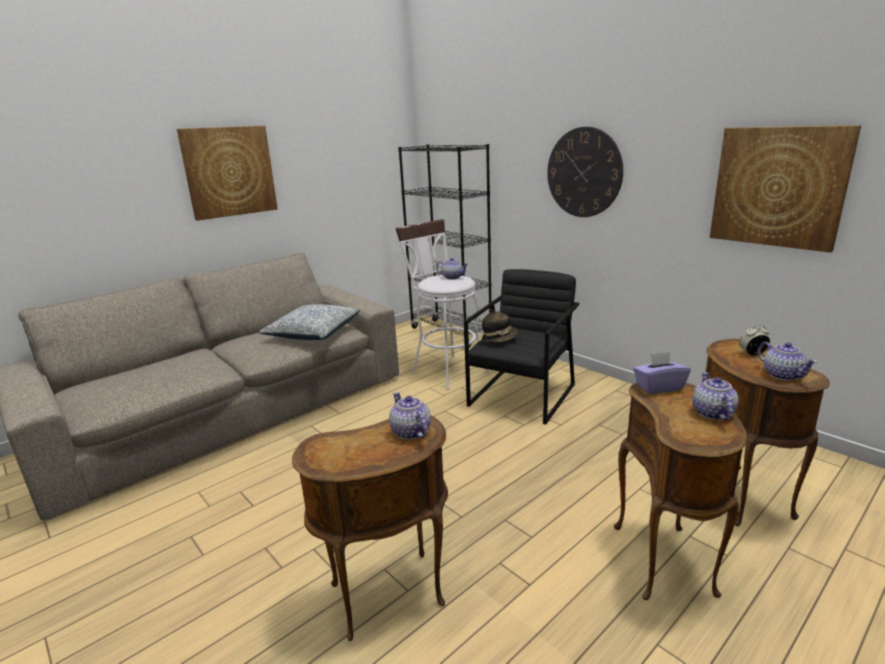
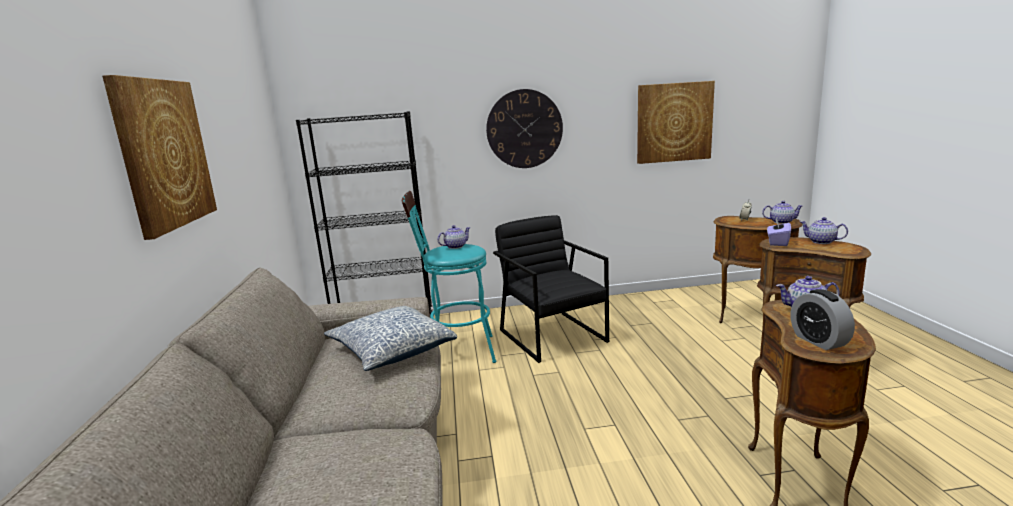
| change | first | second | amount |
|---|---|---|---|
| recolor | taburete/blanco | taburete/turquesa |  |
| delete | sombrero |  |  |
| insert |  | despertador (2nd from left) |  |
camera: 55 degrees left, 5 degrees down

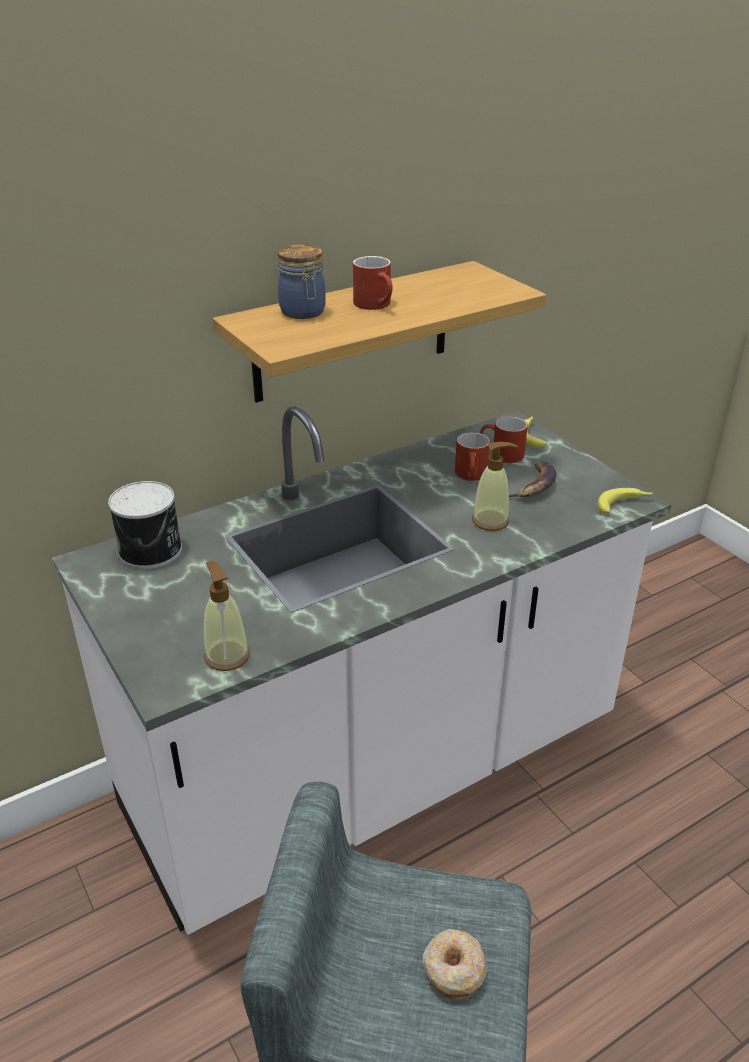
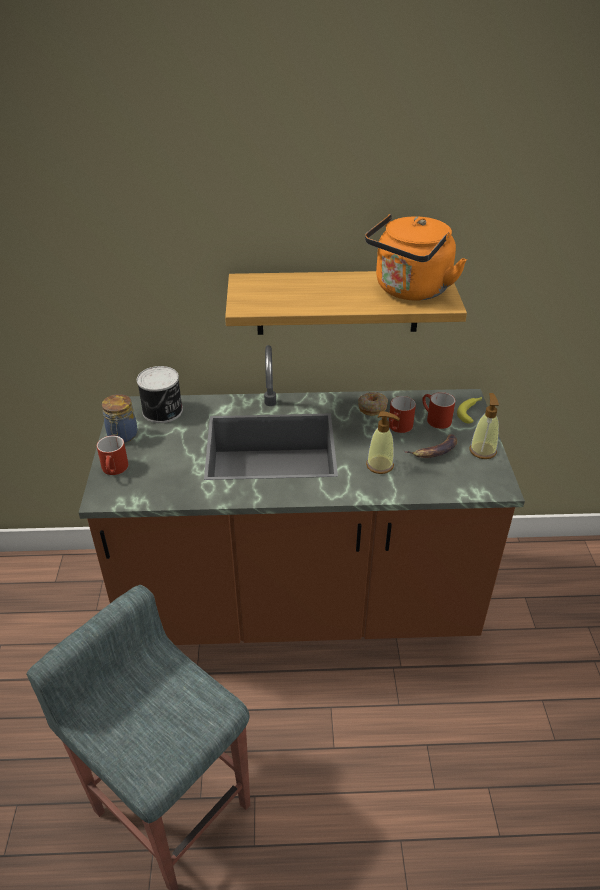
| change | first | second | amount |
|---|---|---|---|
| recolor | mueble bajo de cocina/blanco | mueble bajo de cocina/marrón |  |
| move | dispensador de jabón (1st from left in the first image) | dispensador de jabón (2nd from left) |  |
| move | tarro |  |  |
| move | taza grande/rojo (1st from left) |  |  |
| move | rosquilla |  |  |
| delete | plátano (3rd from left) |  |  |
| insert |  | hervidor/naranja |  |
camera: 30 degrees right, 5 degrees up

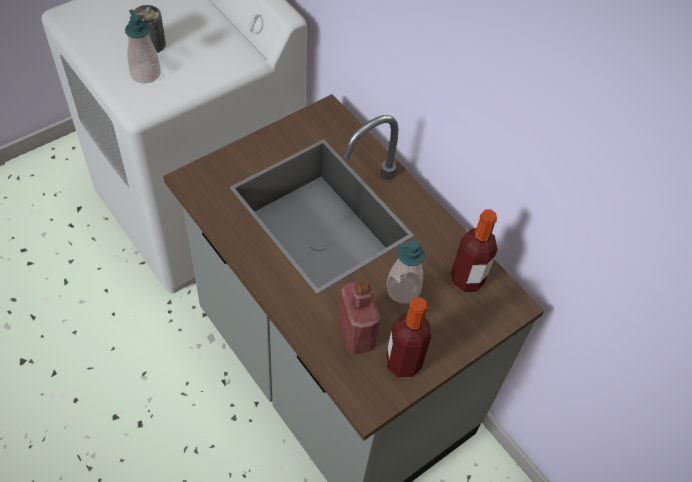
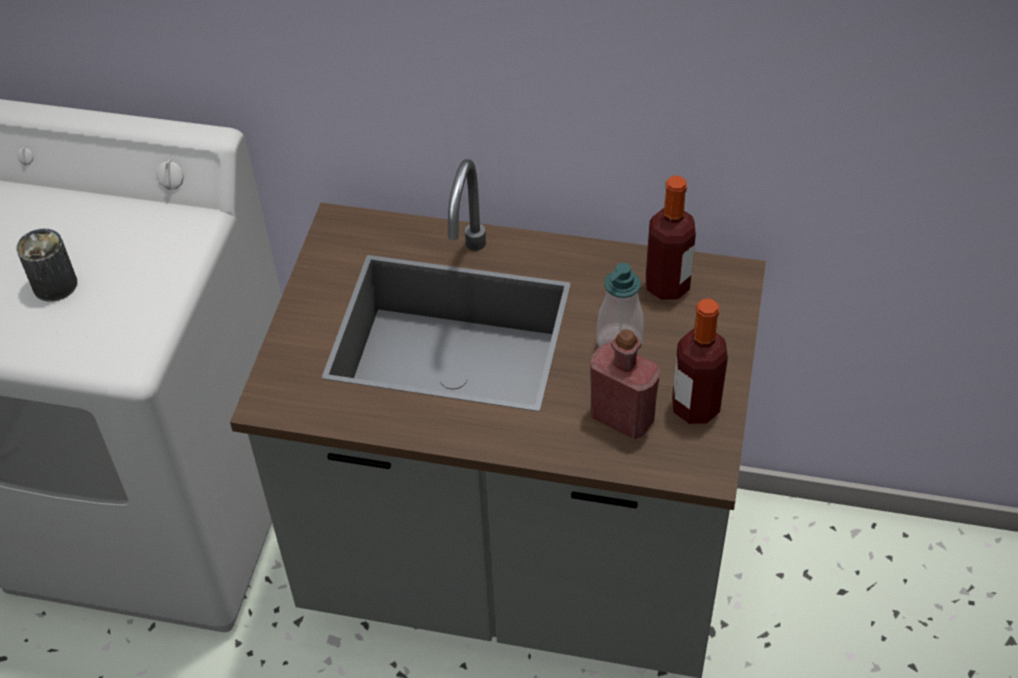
| change | first | second | amount |
|---|---|---|---|
| delete | dispensador de jabón (1st from left) |  |  |
camera: 35 degrees left, 5 degrees down

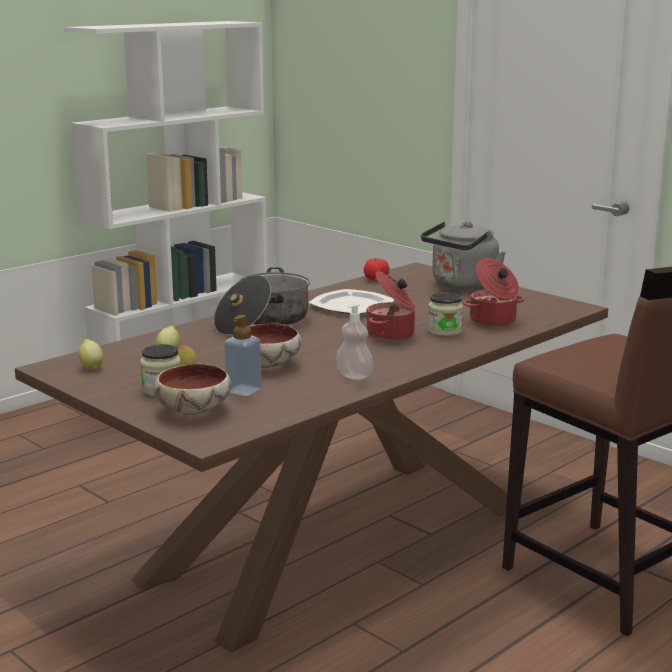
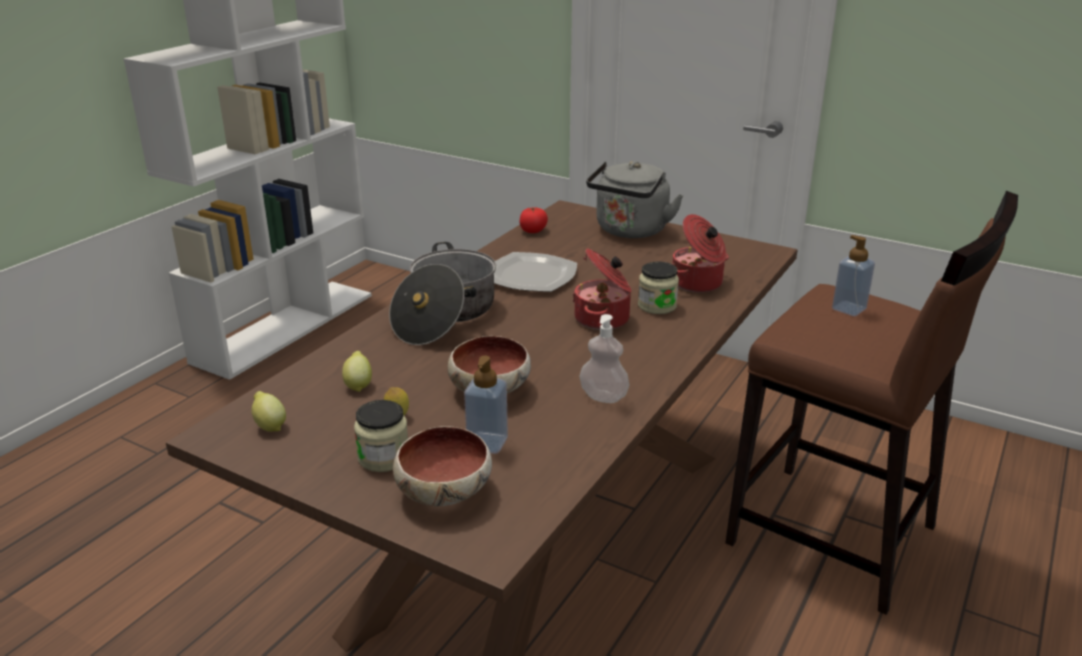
| change | first | second | amount |
|---|---|---|---|
| insert |  | dispensador de jabón (3rd from left) |  |
camera: 15 degrees left, 10 degrees up

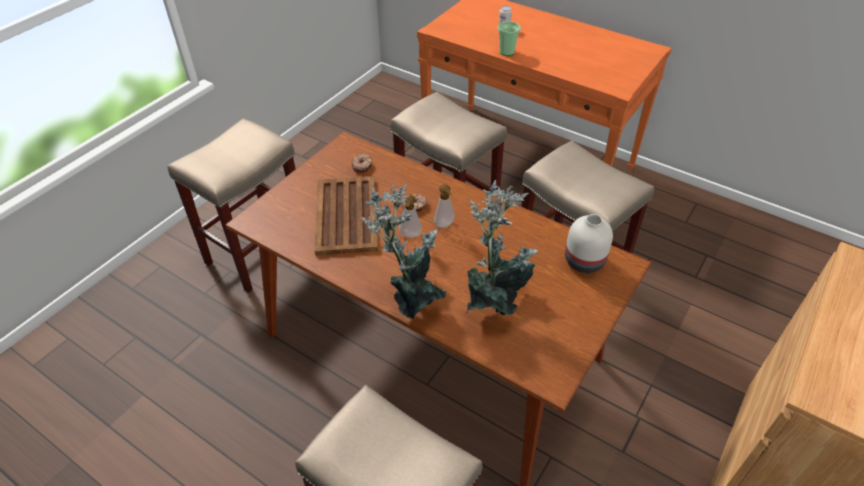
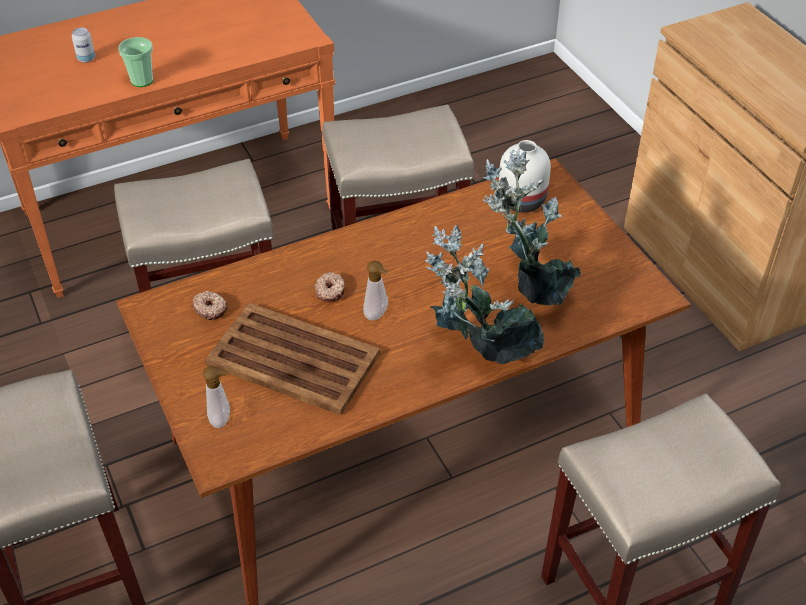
| change | first | second | amount |
|---|---|---|---|
| move | dispensador de jabón (2nd from left in the first image) | dispensador de jabón (1st from left) |  |
camera: 60 degrees left, 0 degrees up

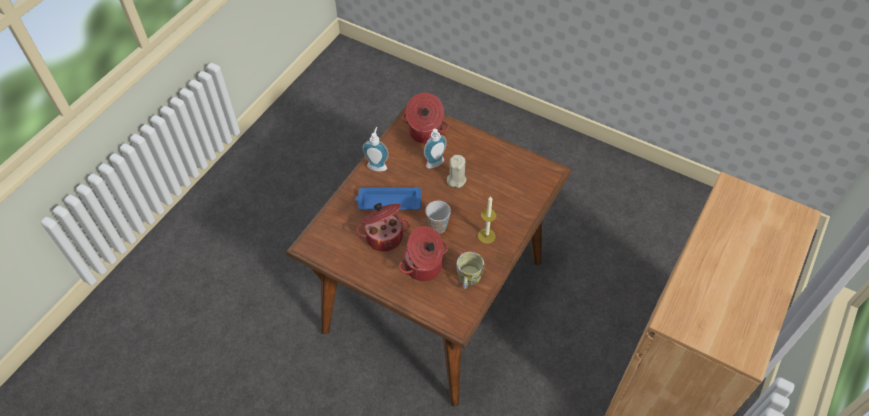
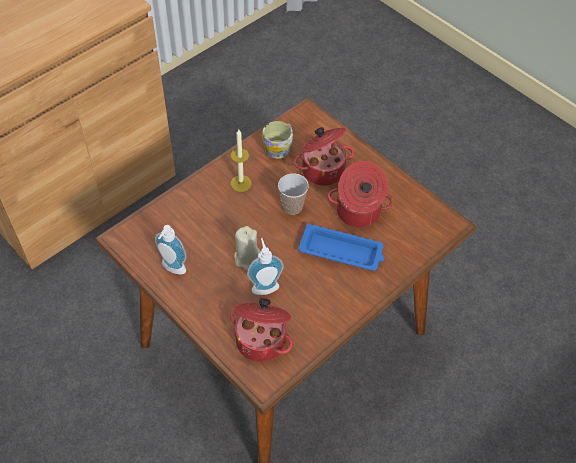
| change | first | second | amount |
|---|---|---|---|
| move | dispensador de jabón (1st from left) |  |  |
camera: 165 degrees left, 0 degrees up

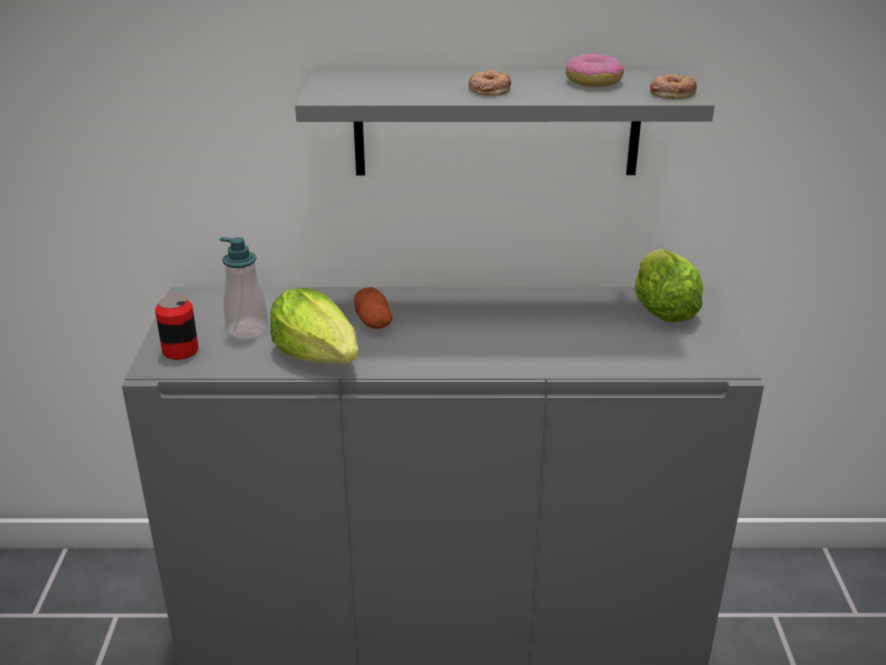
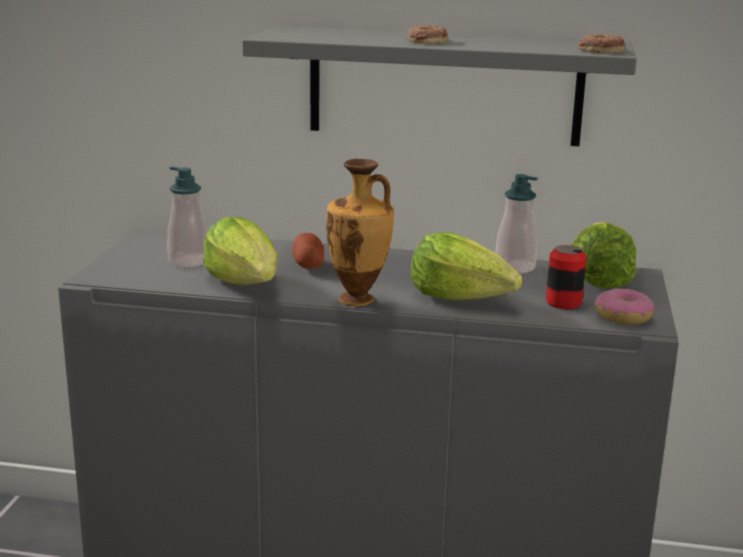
| change | first | second | amount |
|---|---|---|---|
| move | lata |  |  |
| move | rosquilla (2nd from left in the first image) | rosquilla (3rd from left) |  |
| insert |  | florero |  |
| insert |  | lechuga (2nd from left) |  |
| insert |  | dispensador de jabón (2nd from left) |  |
camera: 10 degrees right, 10 degrees down

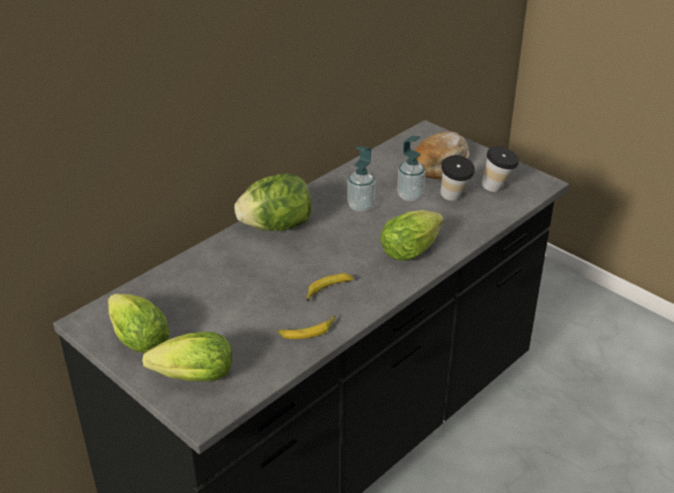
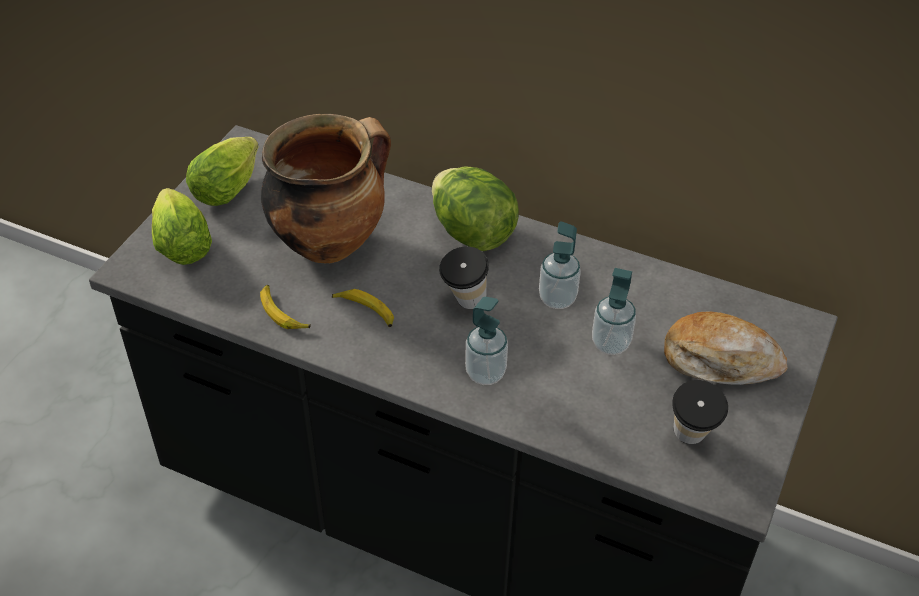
| change | first | second | amount |
|---|---|---|---|
| replace | lechuga (4th from left) | dispensador de jabón (1st from left) |  |
| move | taza (1st from left) |  |  |
| insert |  | olla |  |
camera: 70 degrees right, 10 degrees up

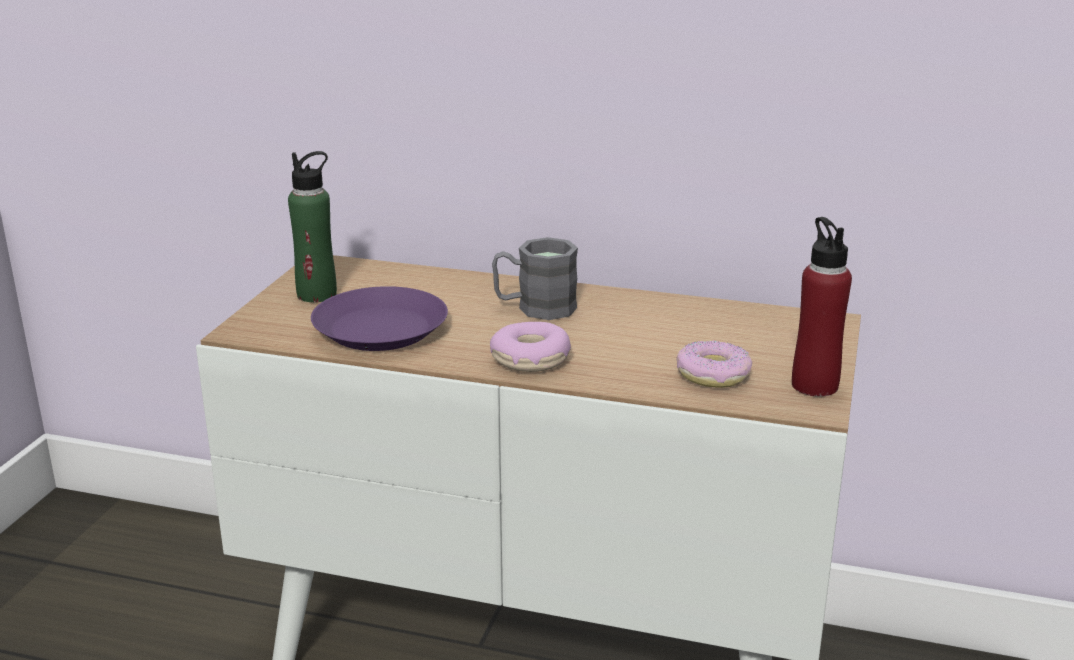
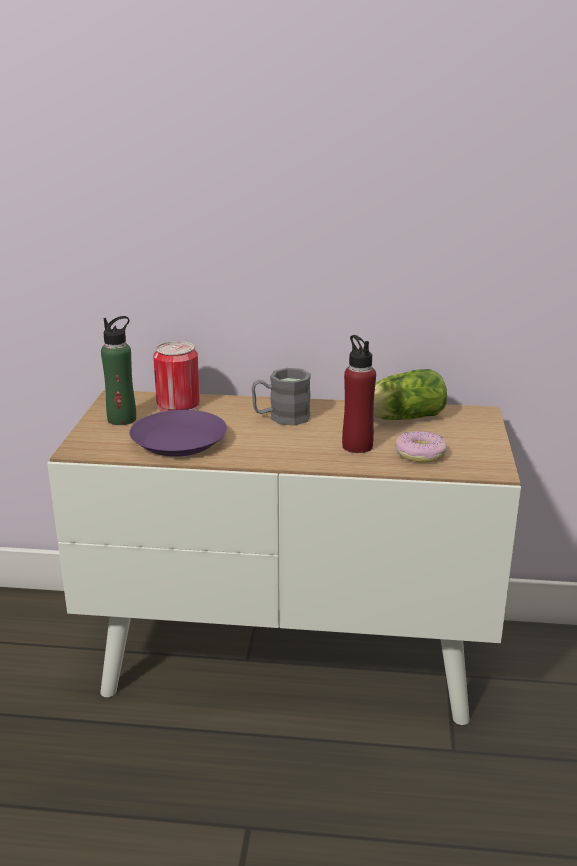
| change | first | second | amount |
|---|---|---|---|
| delete | rosquilla (1st from left) |  |  |
| move | botella/rojo |  |  |
| insert |  | lata |  |
| insert |  | lechuga |  |
camera: 10 degrees left, 0 degrees up

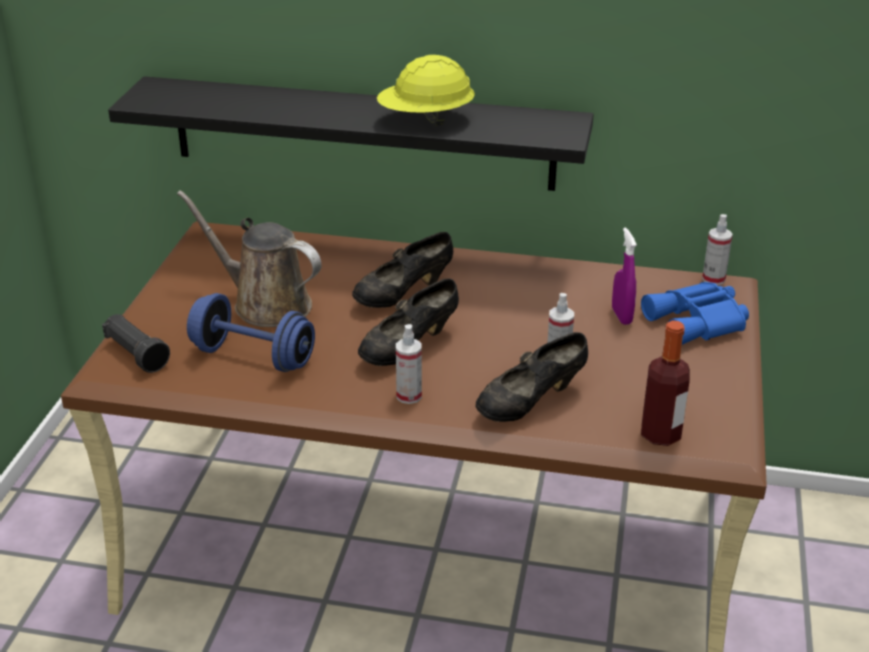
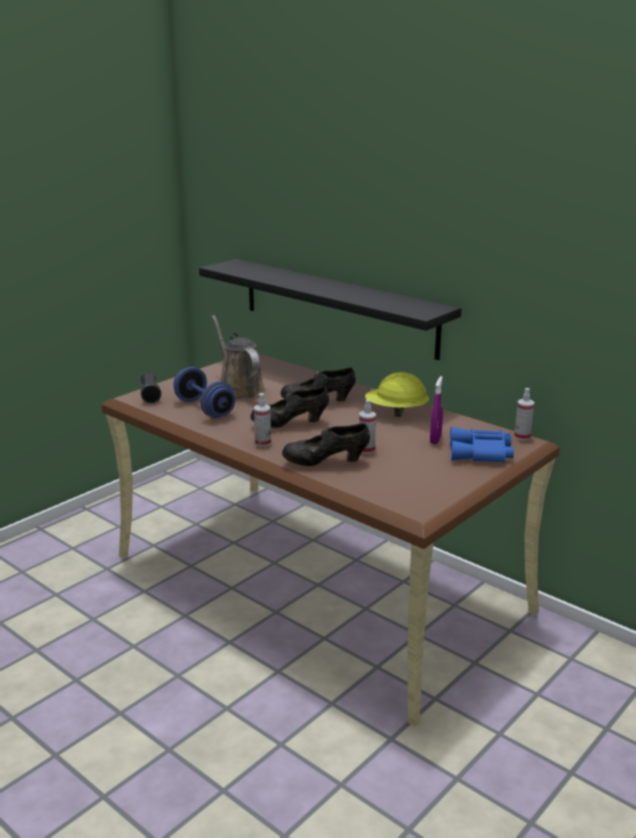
| change | first | second | amount |
|---|---|---|---|
| move | casco/amarillo |  |  |
| delete | botella |  |  |
camera: 30 degrees right, 10 degrees down

